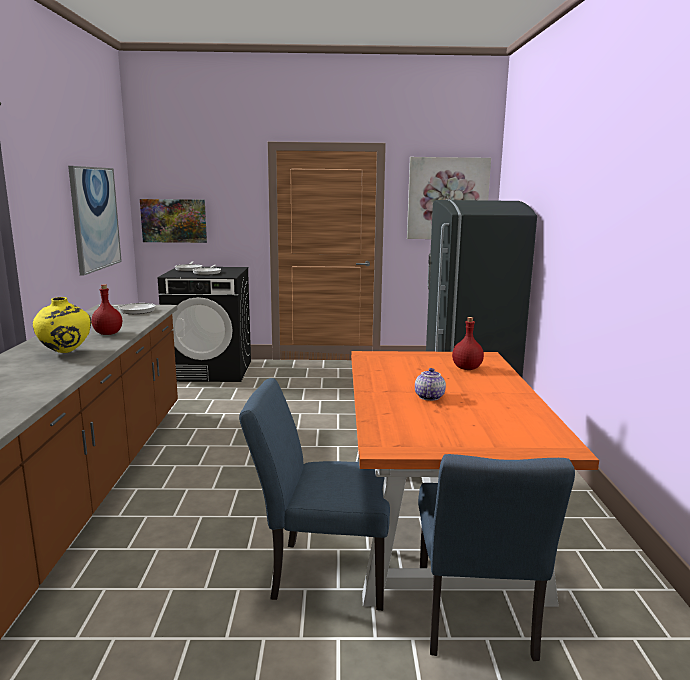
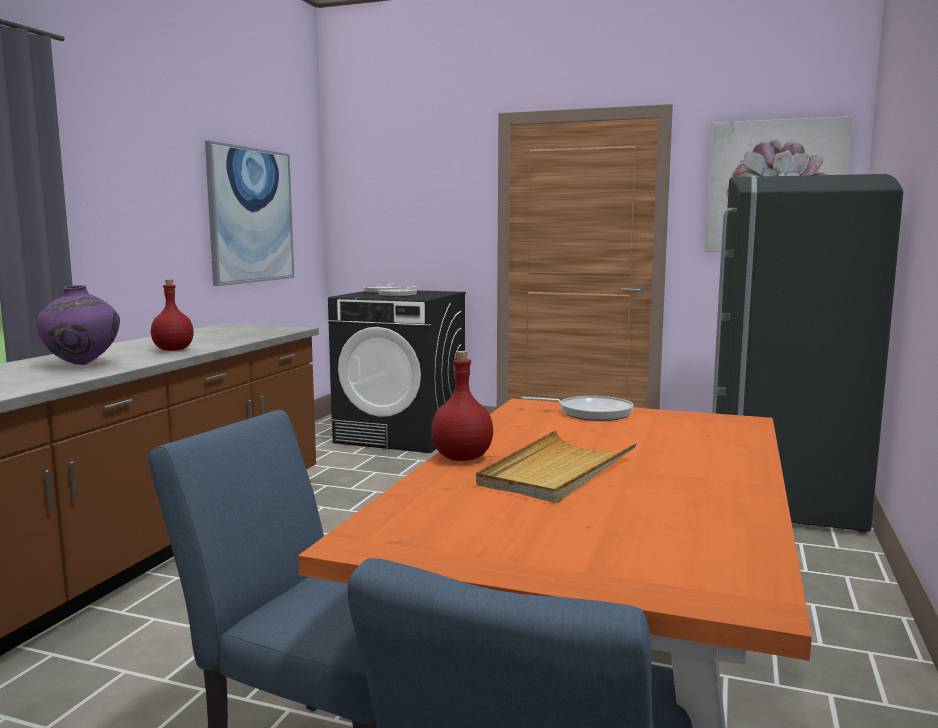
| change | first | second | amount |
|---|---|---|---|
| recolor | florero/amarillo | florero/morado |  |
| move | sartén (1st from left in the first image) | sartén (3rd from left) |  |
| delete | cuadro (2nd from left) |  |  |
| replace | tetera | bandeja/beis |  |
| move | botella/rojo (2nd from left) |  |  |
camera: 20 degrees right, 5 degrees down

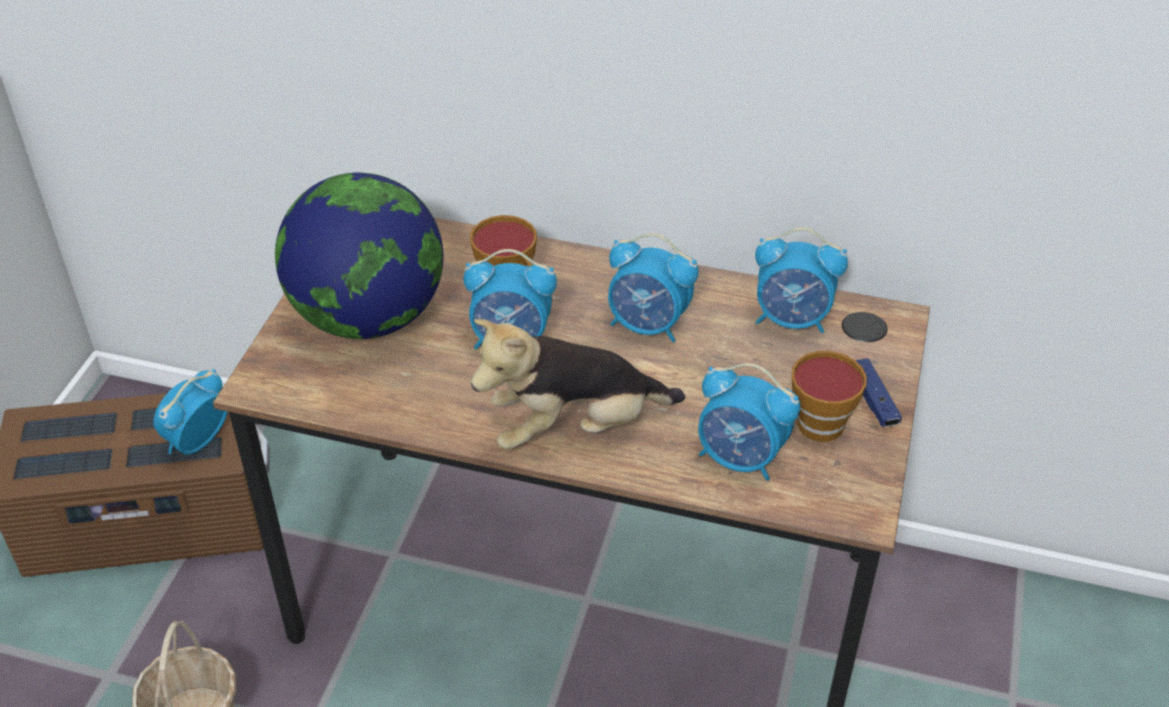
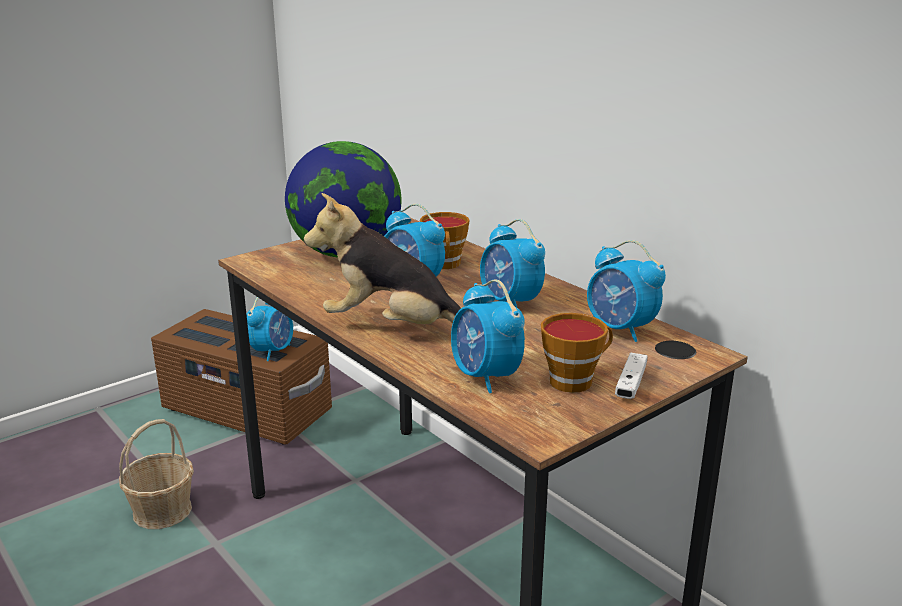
| change | first | second | amount |
|---|---|---|---|
| rotate | despertador (1st from left) |  | 135 degrees clockwise |
| recolor | mando de consola/azul | mando de consola/blanco |  |
camera: 35 degrees right, 20 degrees down

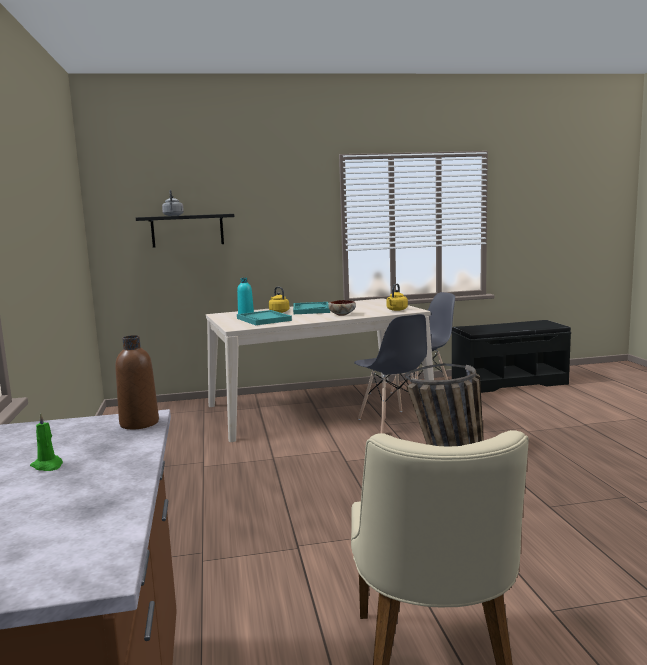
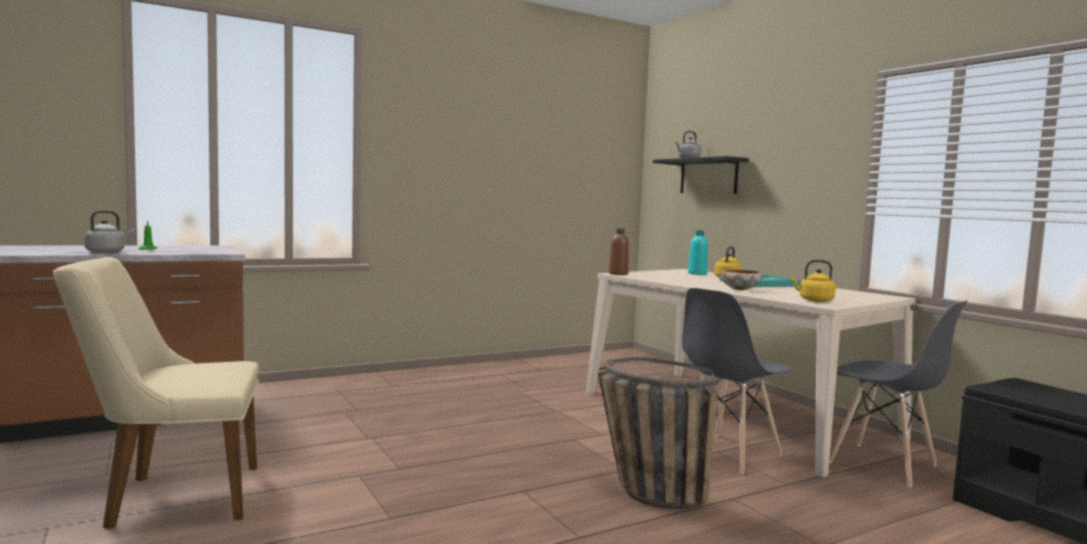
| change | first | second | amount |
|---|---|---|---|
| move | botella/marrón |  |  |
| delete | bandeja/turquesa (1st from left) |  |  |
| insert |  | hervidor/gris (1st from left) |  |
camera: 70 degrees right, 5 degrees down

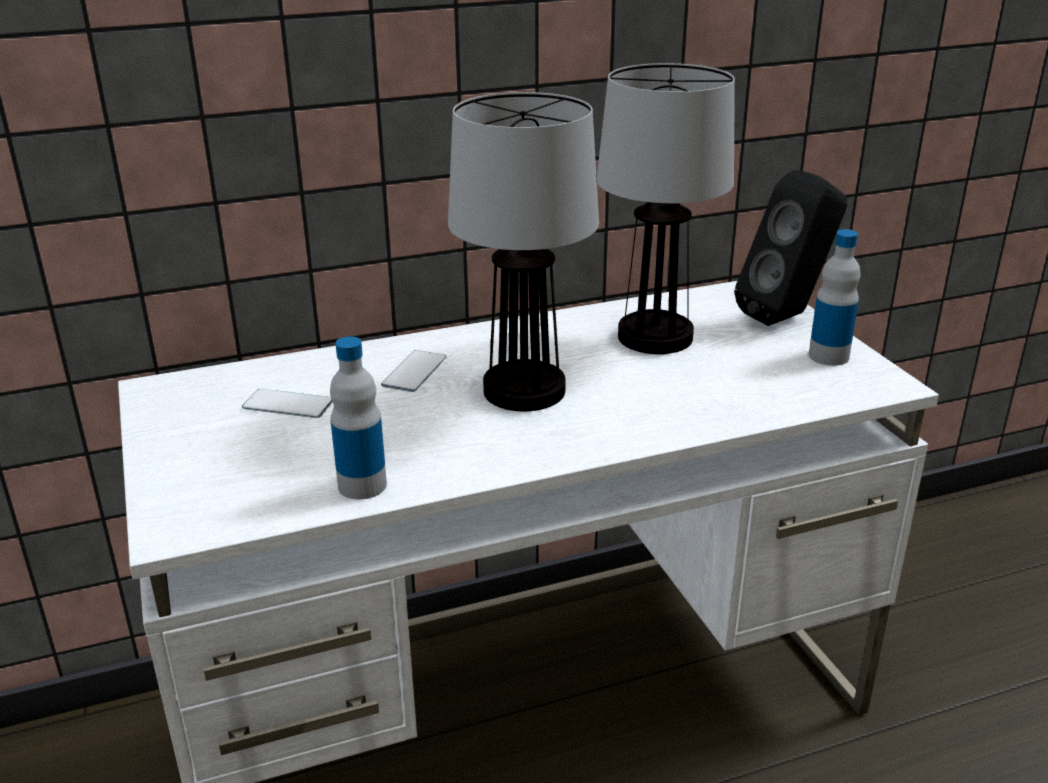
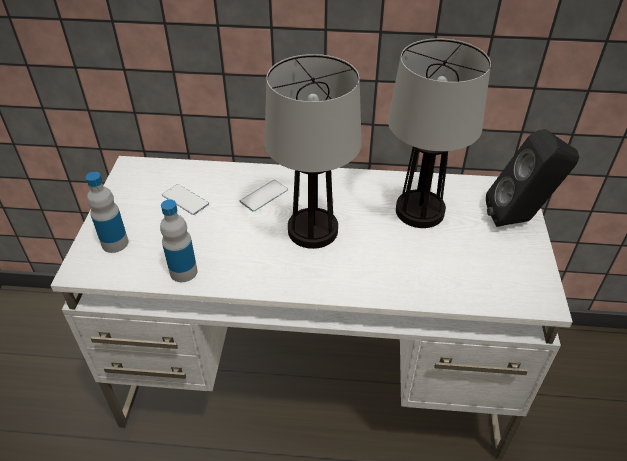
| change | first | second | amount |
|---|---|---|---|
| move | botella (2nd from left in the first image) | botella (1st from left) |  |
camera: 25 degrees right, 15 degrees up

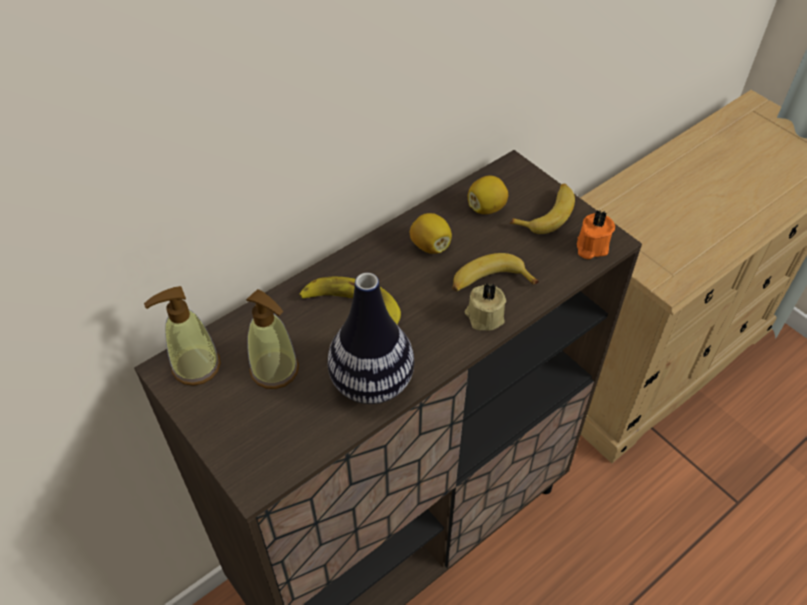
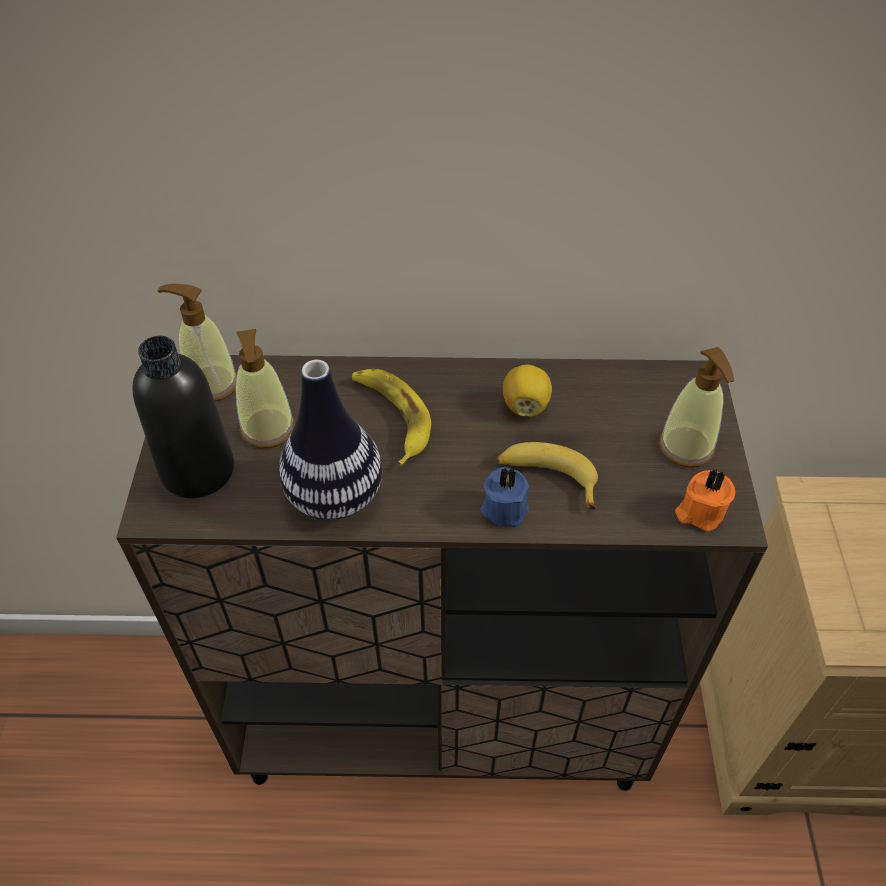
| change | first | second | amount |
|---|---|---|---|
| recolor | vela/beis | vela/azul |  |
| delete | limón (2nd from left) |  |  |
| replace | plátano (3rd from left) | dispensador de jabón (3rd from left) |  |
| insert |  | botella/negro |  |
camera: 40 degrees right, 0 degrees up

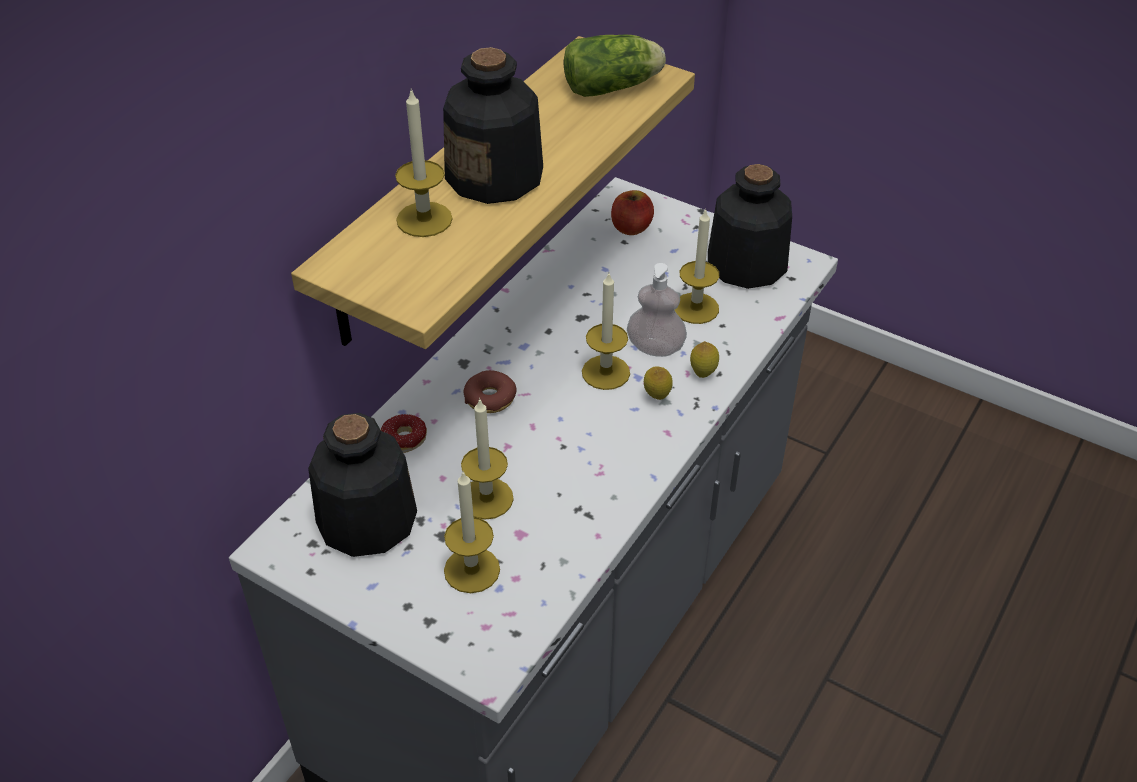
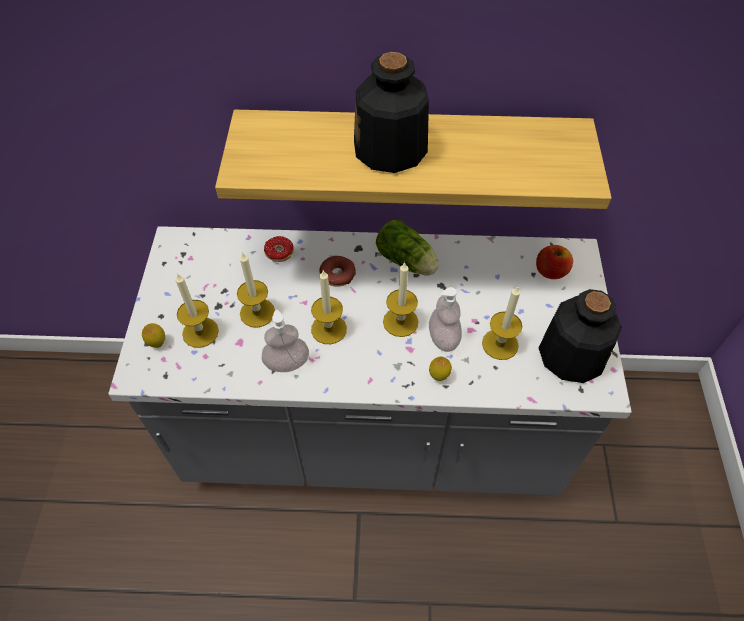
| change | first | second | amount |
|---|---|---|---|
| delete | botella (1st from left) |  |  |
| move | vela (1st from left in the first image) | vela (3rd from left) |  |
| move | lechuga |  |  |
| move | limón (1st from left) |  |  |
| insert |  | dispensador de jabón (1st from left) |  |
camera: 60 degrees right, 10 degrees up

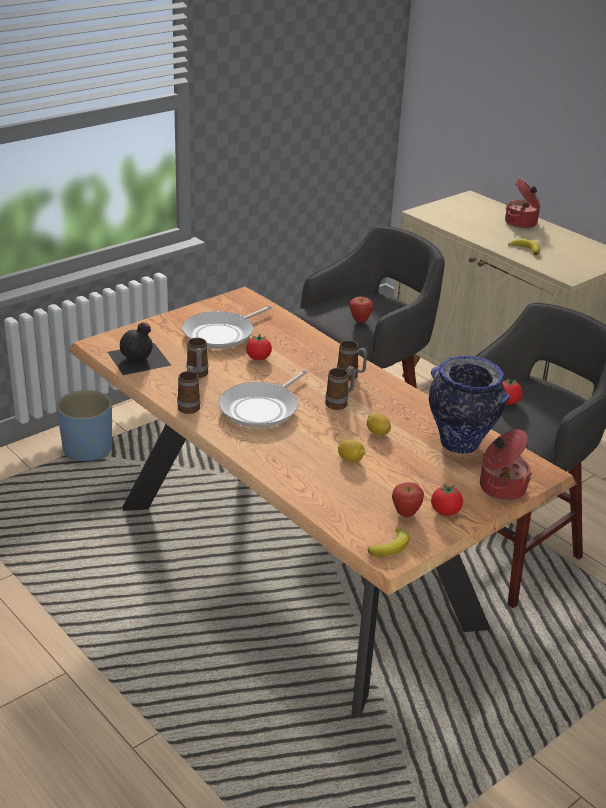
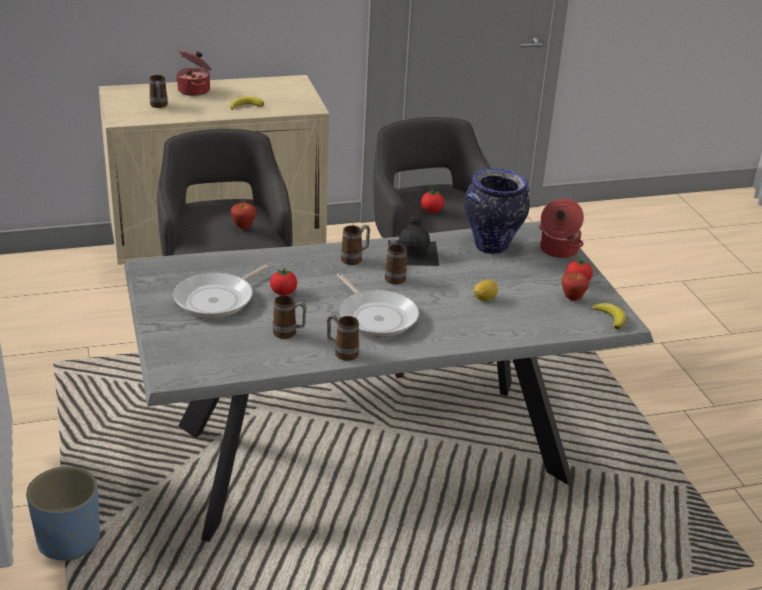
| change | first | second | amount |
|---|---|---|---|
| recolor | mesa de comedor/marrón | mesa de comedor/gris |  |
| move | botella/negro |  |  |
| rotate | sartén (1st from left) |  | 60 degrees clockwise |
| delete | limón (2nd from left) |  |  |
| insert |  | taza grande (1st from left) |  |
camera: 65 degrees left, 0 degrees up

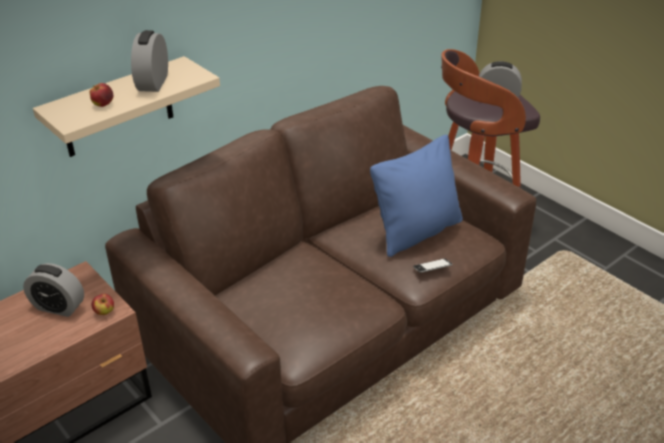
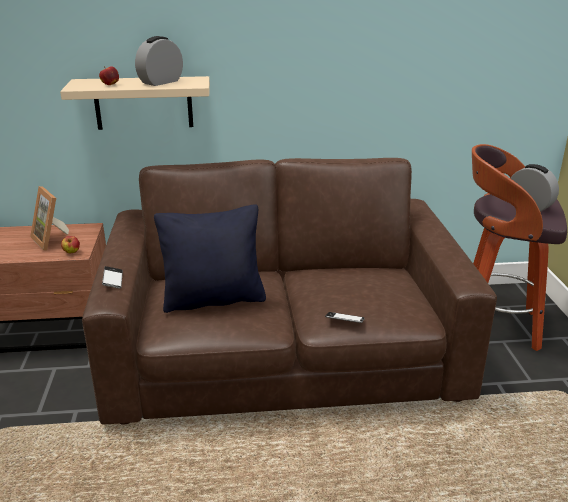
| change | first | second | amount |
|---|---|---|---|
| replace | despertador (1st from left) | portarretratos |  |
| delete | cojín/azul |  |  |
| insert |  | móvil (1st from left) |  |
| insert |  | cojín/negro |  |
camera: 35 degrees right, 10 degrees down

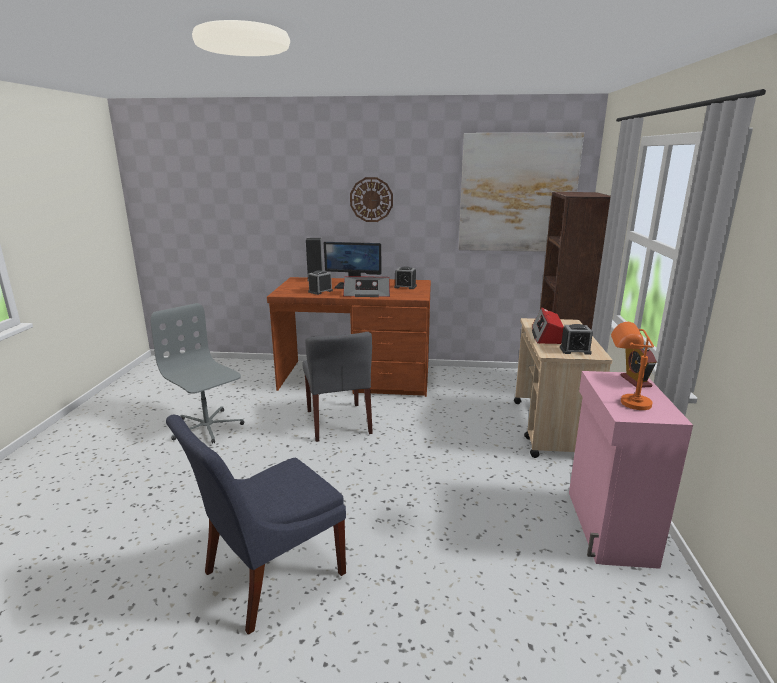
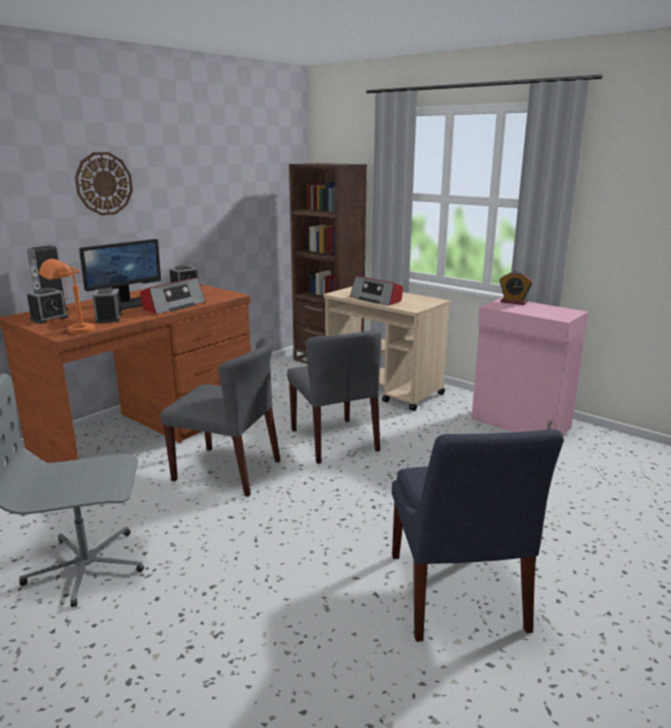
| change | first | second | amount |
|---|---|---|---|
| delete | cuadro |  |  |
| move | despertador (3rd from left in the first image) | despertador (1st from left) |  |
| move | lámpara de mesa/naranja |  |  |
| insert |  | silla/gris (2nd from left) |  |
camera: 55 degrees left, 0 degrees up

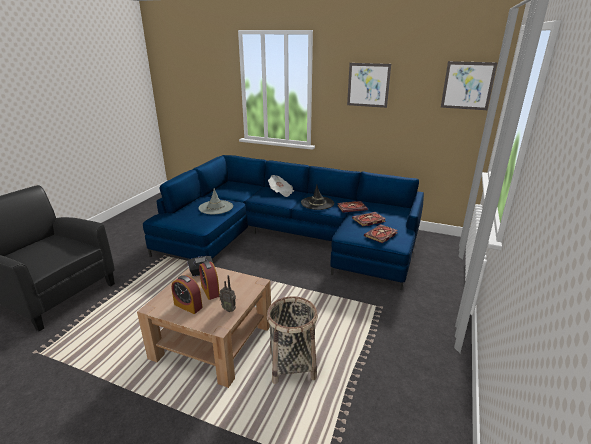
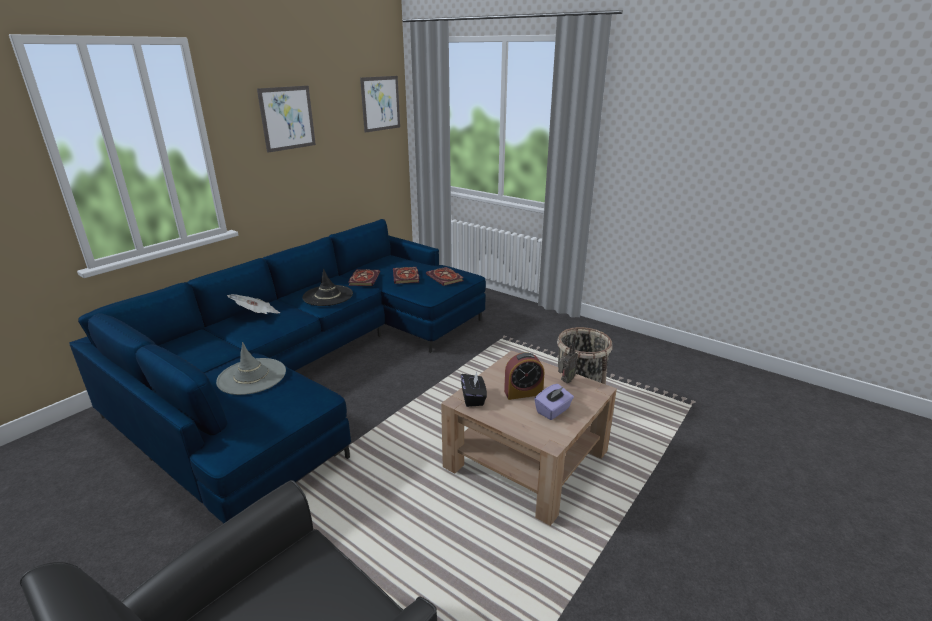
| change | first | second | amount |
|---|---|---|---|
| replace | despertador (1st from left) | caja de pañuelos/morado |  |
camera: 75 degrees left, 0 degrees up

